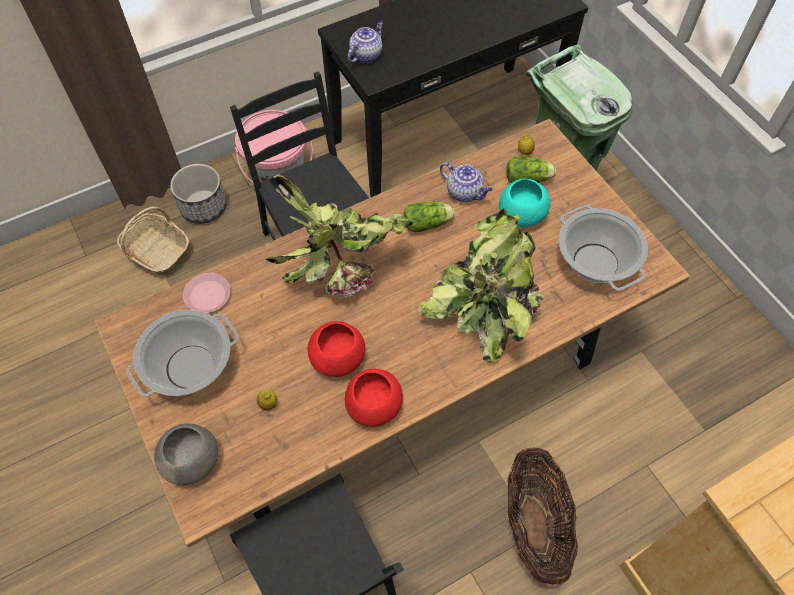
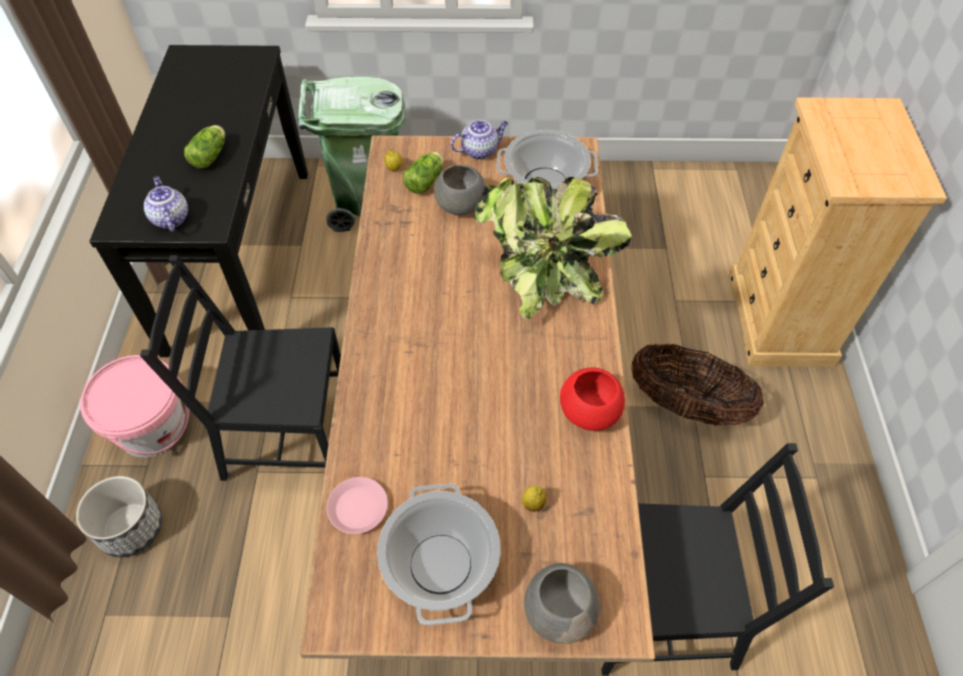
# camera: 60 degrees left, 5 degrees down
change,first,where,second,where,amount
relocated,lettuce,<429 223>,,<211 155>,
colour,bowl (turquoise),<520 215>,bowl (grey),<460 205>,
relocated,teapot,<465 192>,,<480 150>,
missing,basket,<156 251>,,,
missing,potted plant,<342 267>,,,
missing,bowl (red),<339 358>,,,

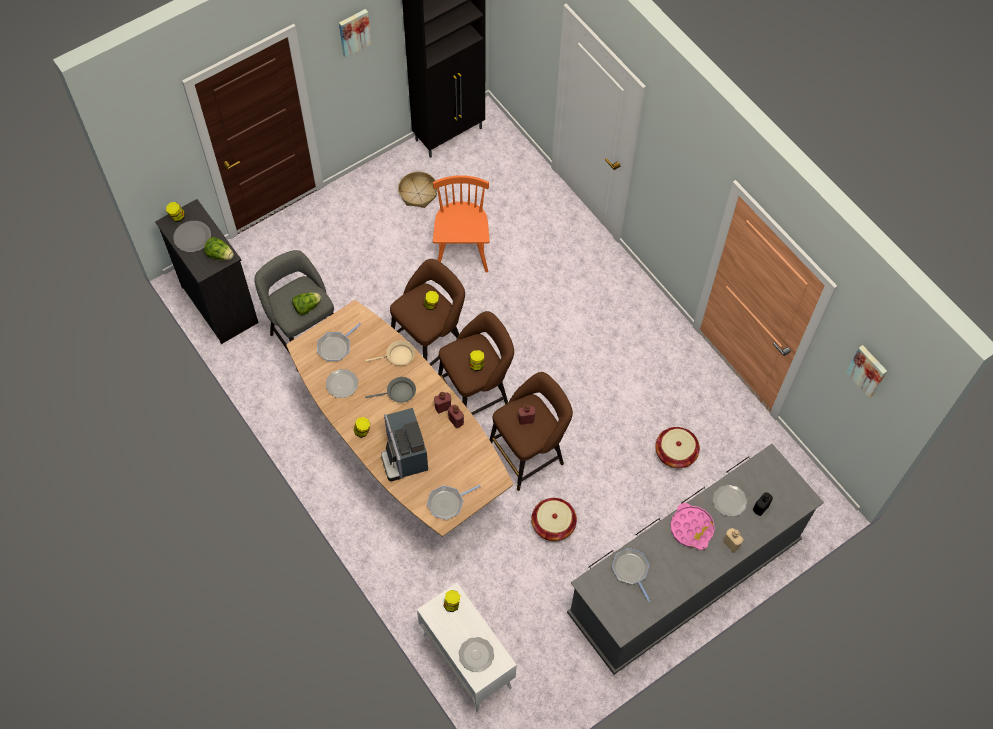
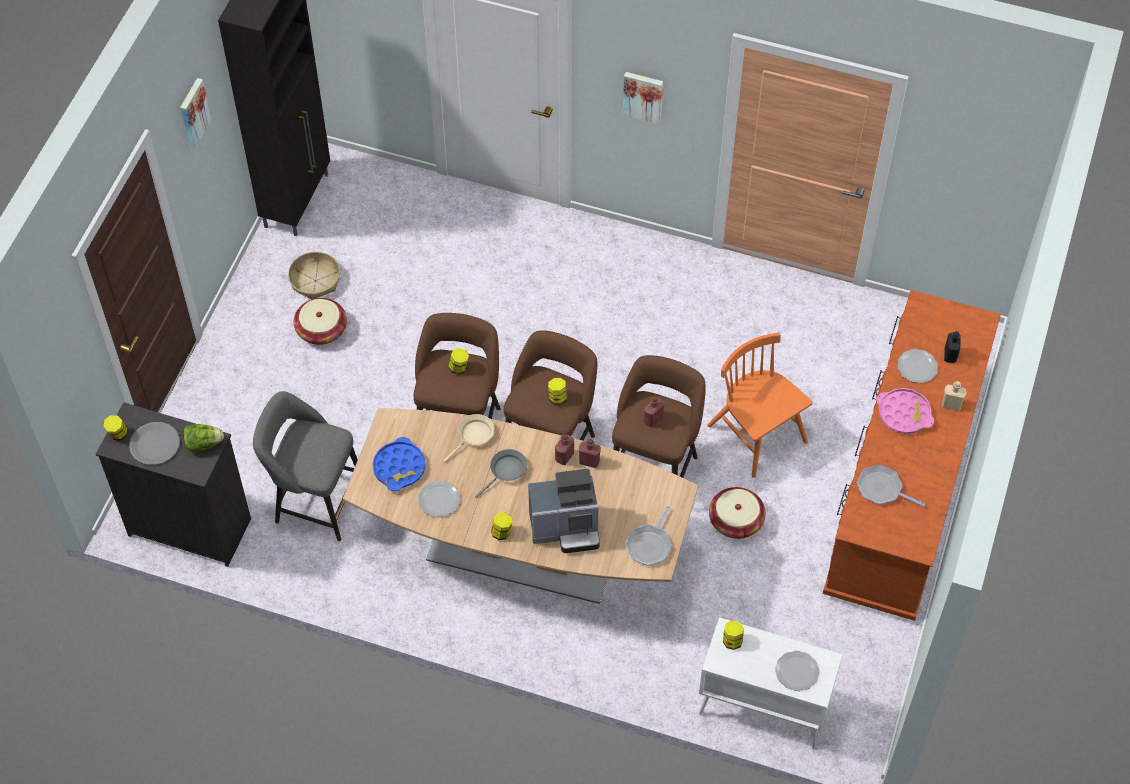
# camera: 35 degrees left, 5 degrees down
change,first,where,second,where,amount
relocated,basket,<675 453>,,<321 330>,
exchanged,frying pan,<335 347>,tray (blue),<399 467>,
spun,coffee machine,<404 456>,,<566 528>,45 degrees counterclockwise
relocated,picture,<868 370>,,<643 96>,
relocated,chair (orange),<462 249>,,<757 434>,
colour,dresser (grey),<684 578>,dresser (brown),<901 489>,
missing,lettuce,<307 307>,,,

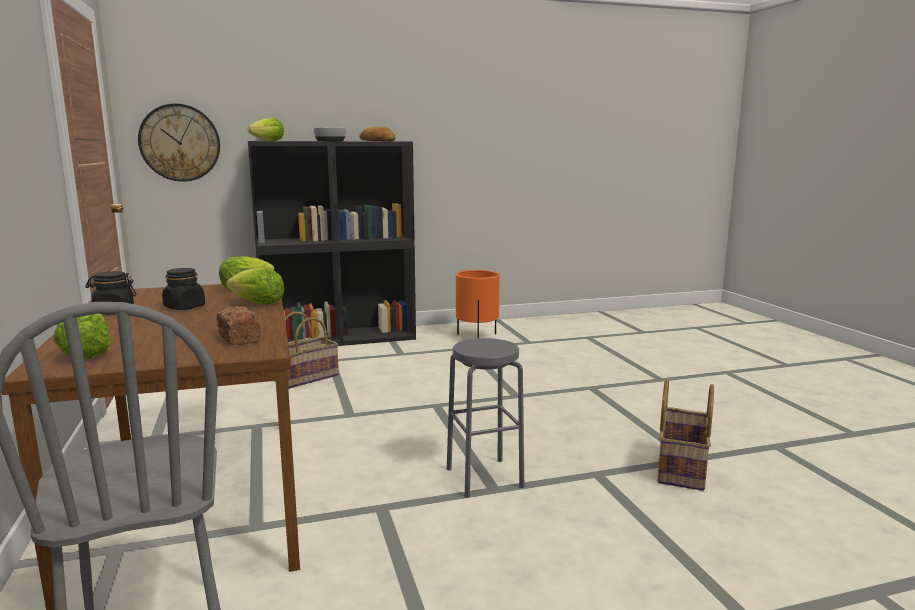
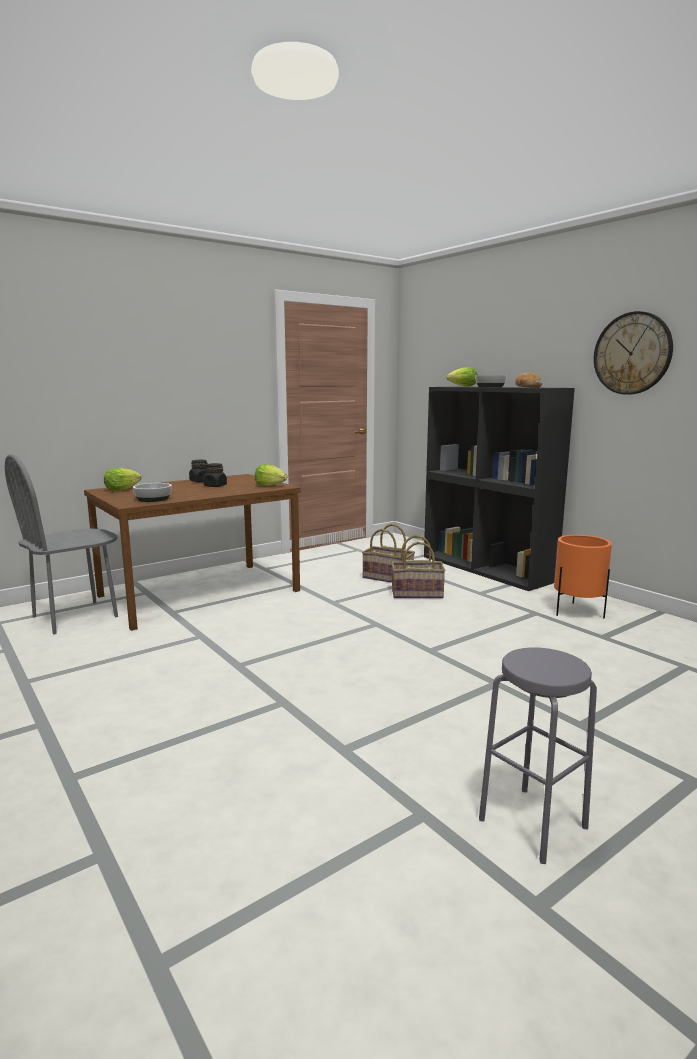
# camera: 70 degrees right, 0 degrees up
change,first,where,second,where,amount
exchanged,bread,<239 337>,bowl,<153 499>,
relocated,basket,<680 468>,,<417 593>,
relocated,stool (grey),<484 477>,,<532 823>,
relocated,wall clock,<180 143>,,<632 353>,
missing,lettuce,<258 303>,,,

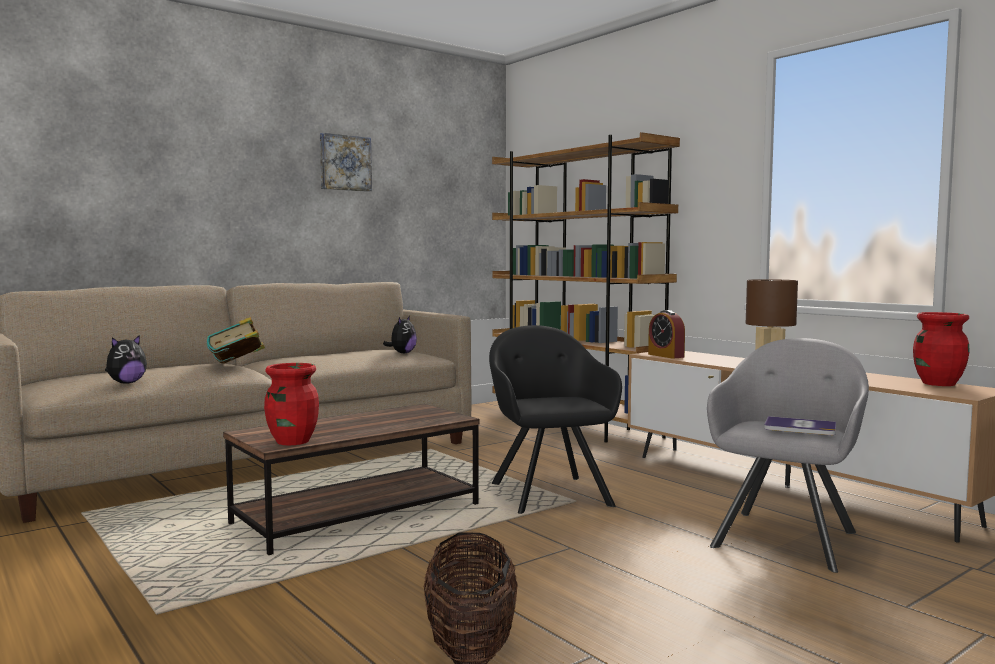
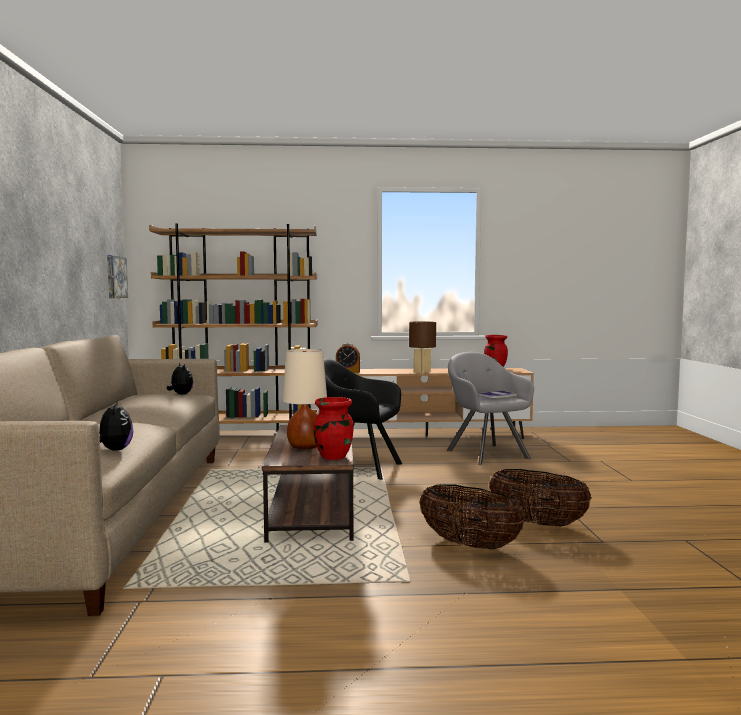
# camera: 55 degrees left, 0 degrees up
change,first,where,second,where,amount
relocated,picture,<344 163>,,<115 277>,
appeared,,,table lamp (beige),<305 447>,
appeared,,,basket,<469 545>,
missing,book,<237 365>,,,

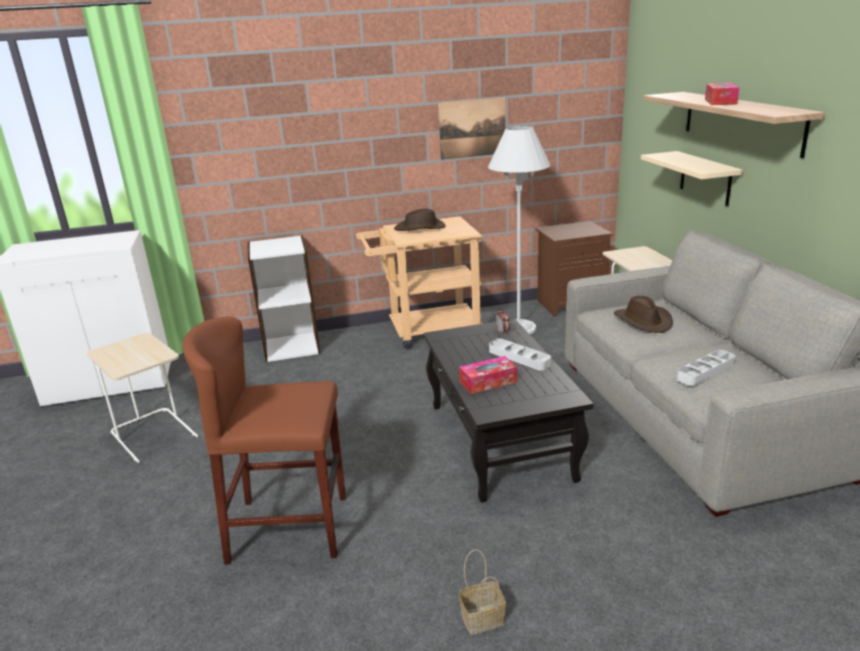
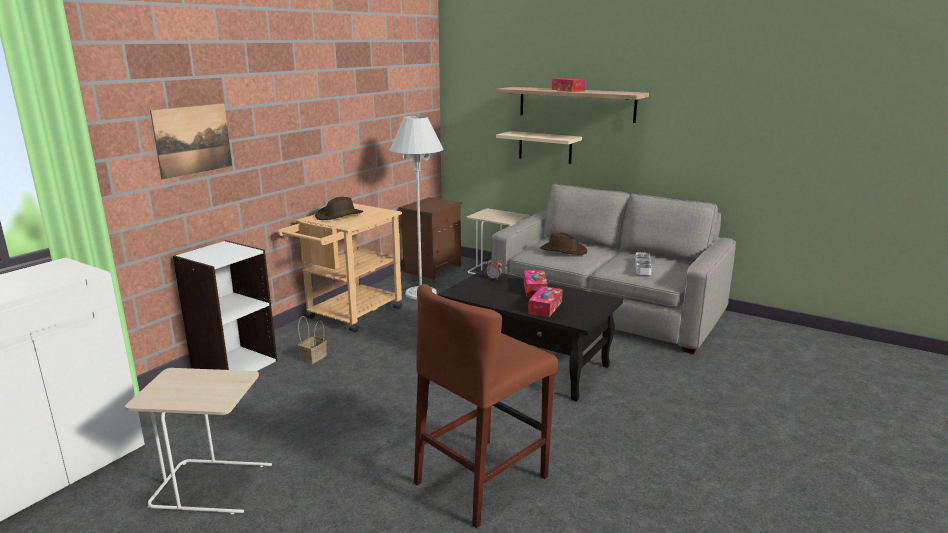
# camera: 45 degrees left, 5 degrees down
change,first,where,second,where,amount
relocated,picture,<472 128>,,<193 140>,
relocated,basket,<481 620>,,<313 358>,
exchanged,tray (grey),<519 357>,tissue box,<535 289>,

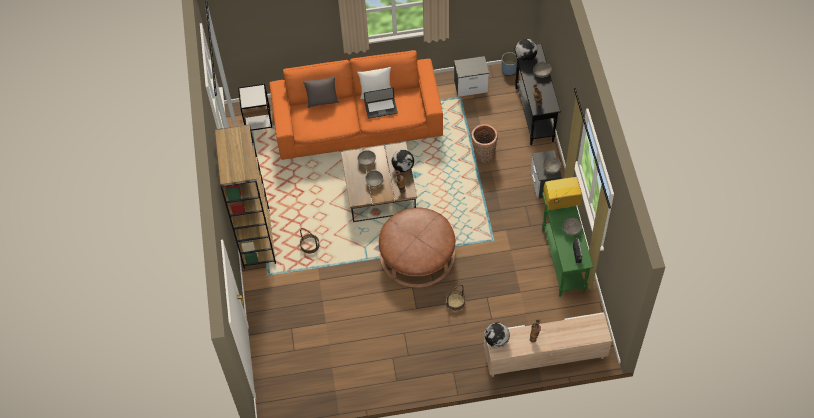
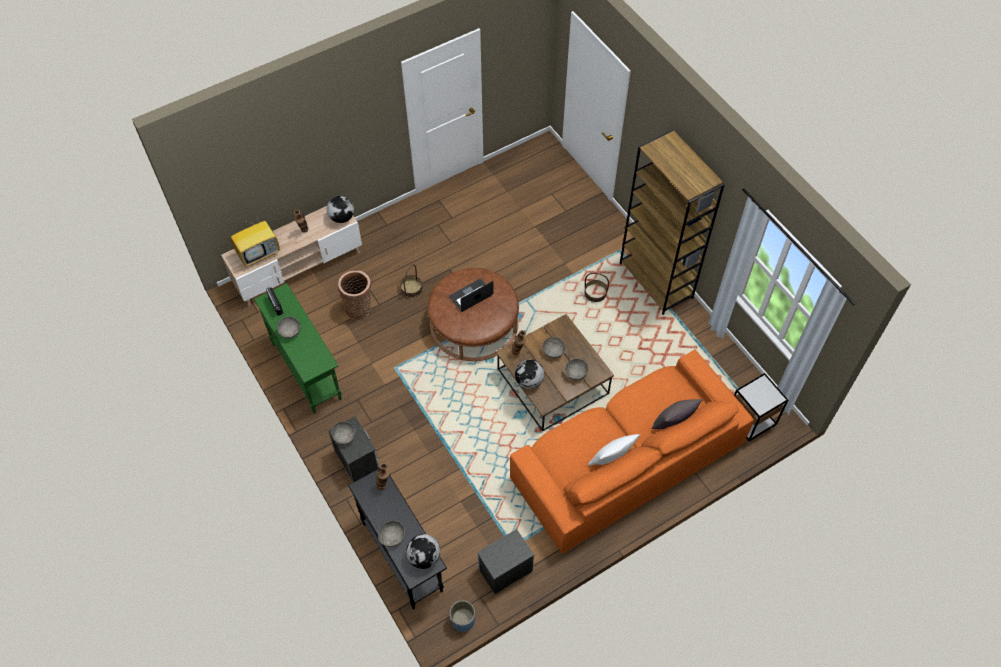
# camera: 155 degrees right, 0 degrees up
change,first,where,second,where,amount
relocated,television,<560 202>,,<259 253>,
relocated,basket,<483 155>,,<359 308>,
relocated,laptop,<381 109>,,<471 296>,

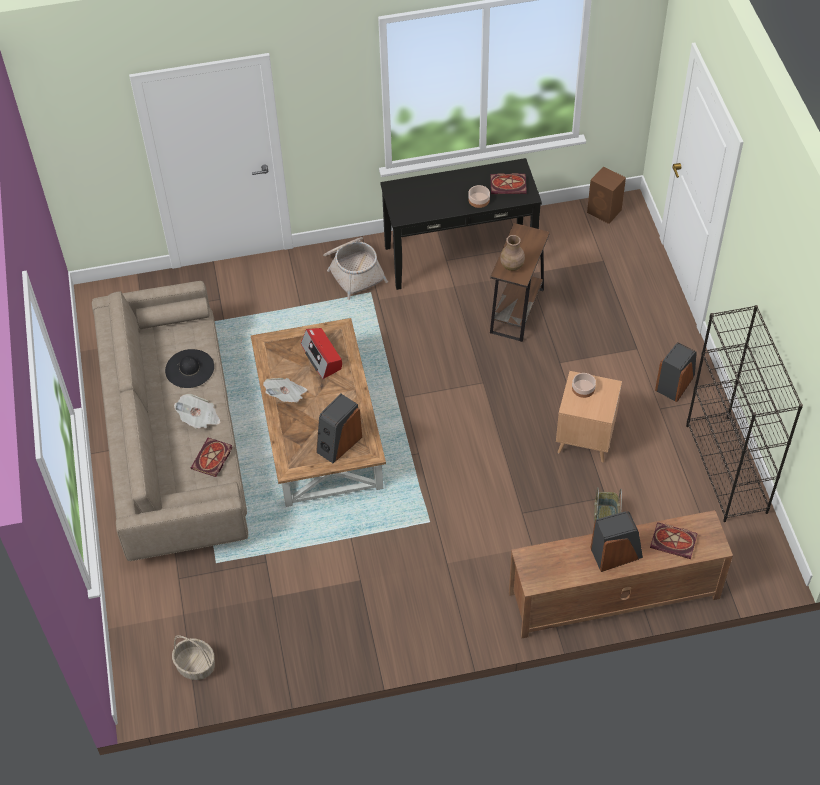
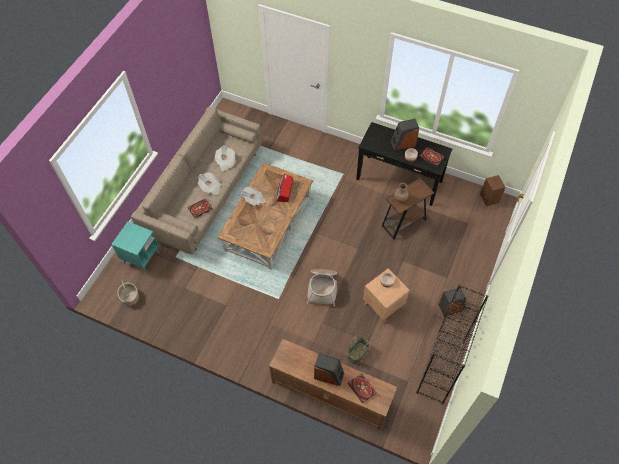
# camera: 35 degrees right, 5 degrees up
change,first,where,second,where,amount
appeared,,,side table (turquoise),<141 258>,
exchanged,hat (black),<189 368>,newspaper,<225 162>,
relocated,basket,<353 271>,,<322 288>,
relocated,speaker,<339 443>,,<403 144>,

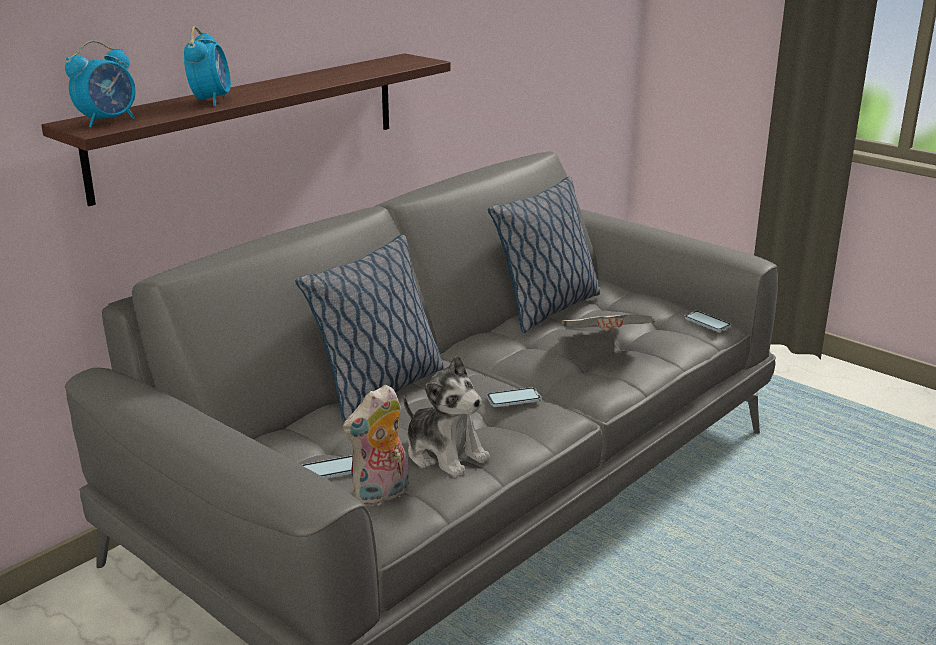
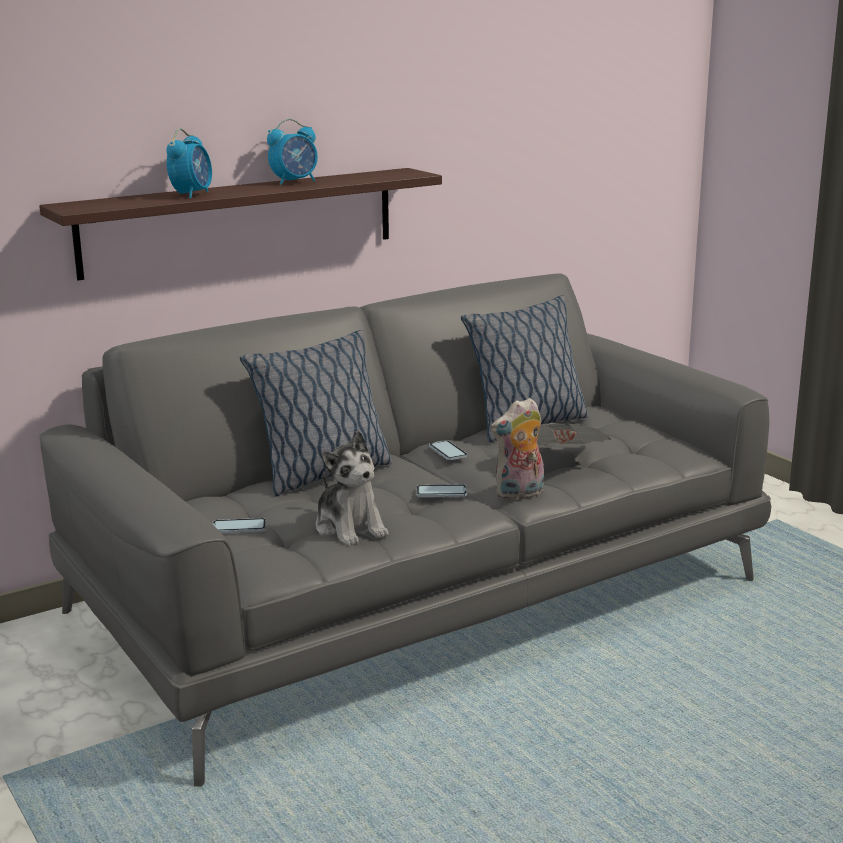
# camera: 15 degrees right, 5 degrees down
change,first,where,second,where,amount
relocated,alarm clock,<108 121>,,<295 182>,
relocated,phone,<707 323>,,<448 452>,
relocated,plush toy,<381 495>,,<519 495>,

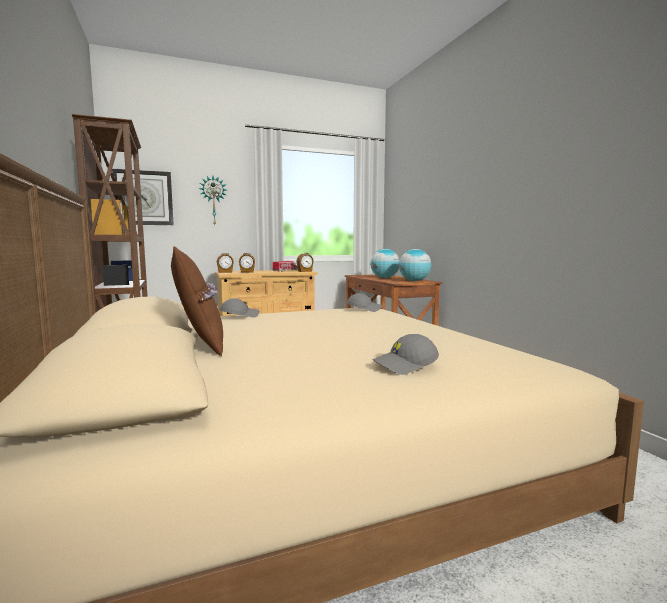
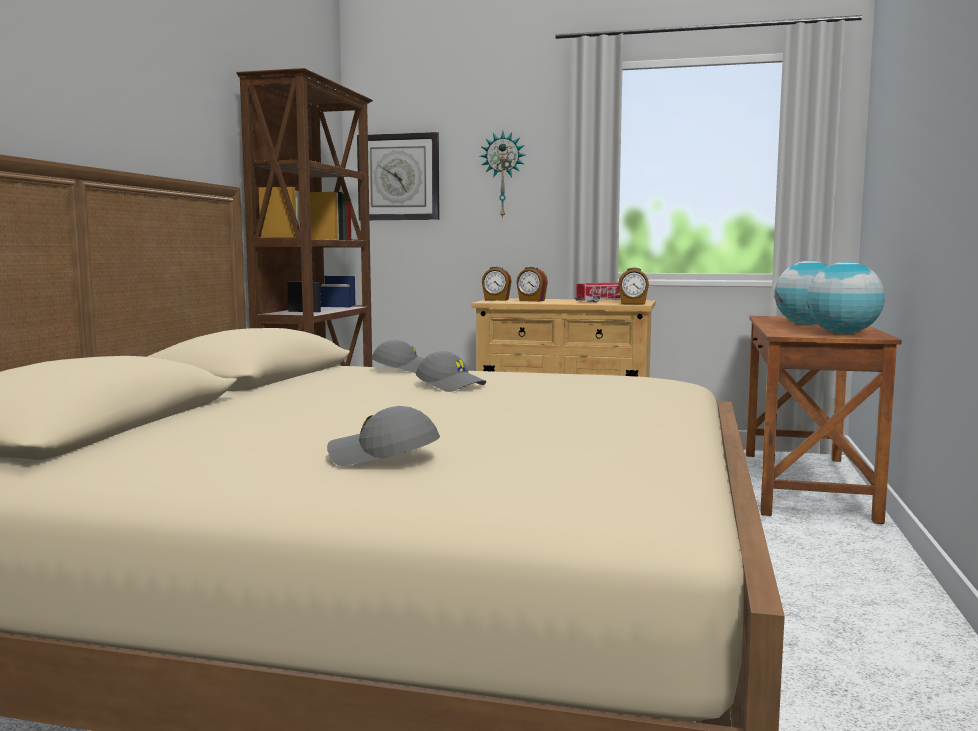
# camera: 35 degrees right, 0 degrees up
change,first,where,second,where,amount
relocated,cap (grey),<364 309>,,<451 386>,
missing,pillow (brown),<198 345>,,,

